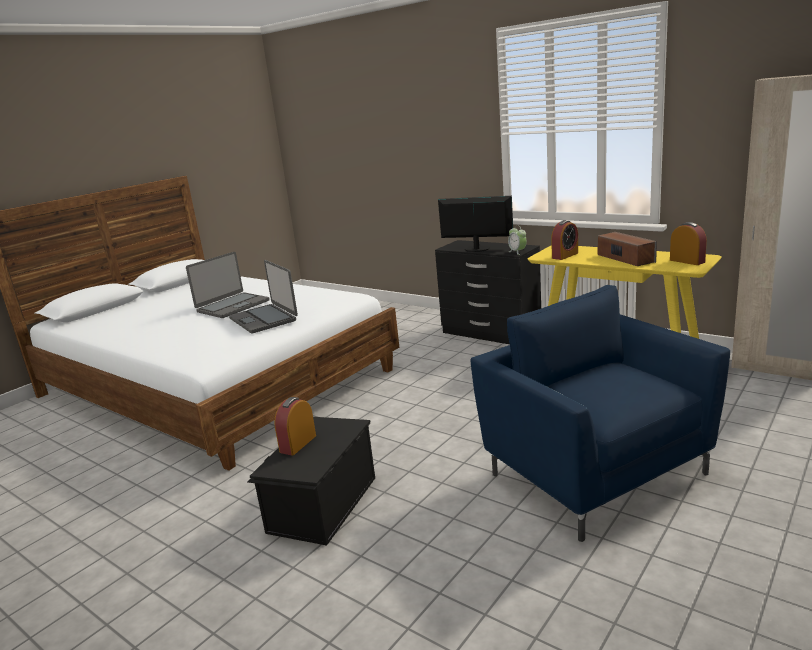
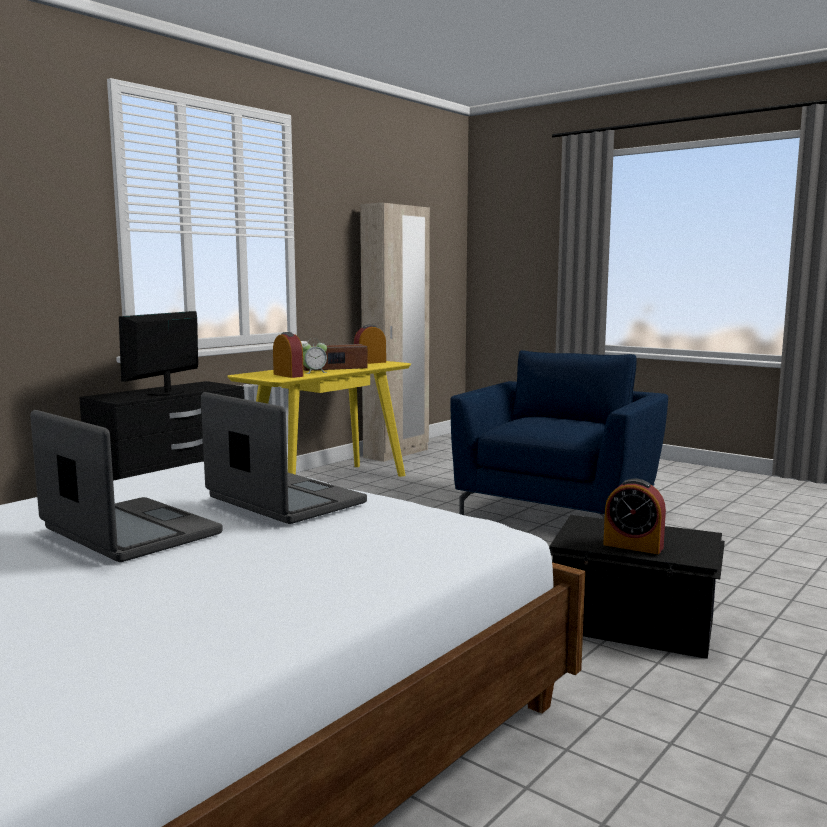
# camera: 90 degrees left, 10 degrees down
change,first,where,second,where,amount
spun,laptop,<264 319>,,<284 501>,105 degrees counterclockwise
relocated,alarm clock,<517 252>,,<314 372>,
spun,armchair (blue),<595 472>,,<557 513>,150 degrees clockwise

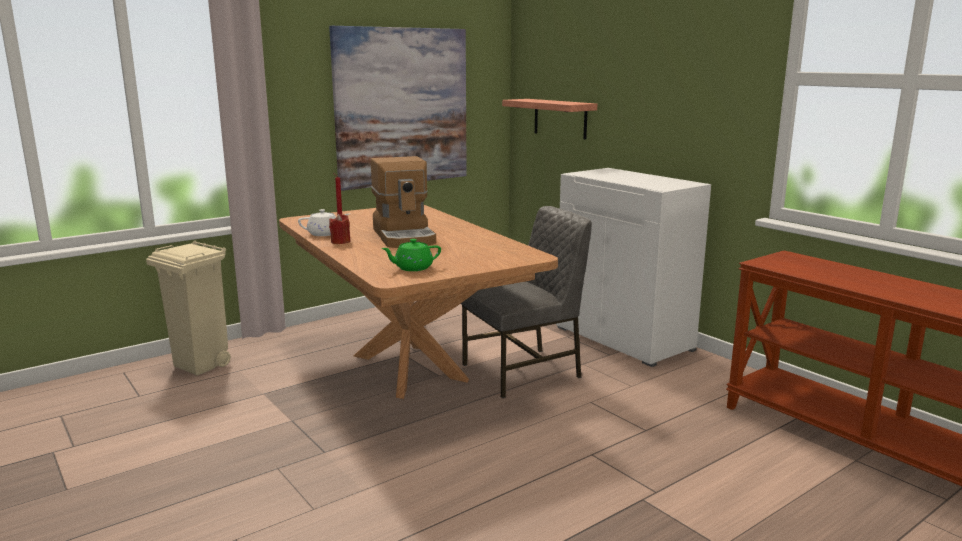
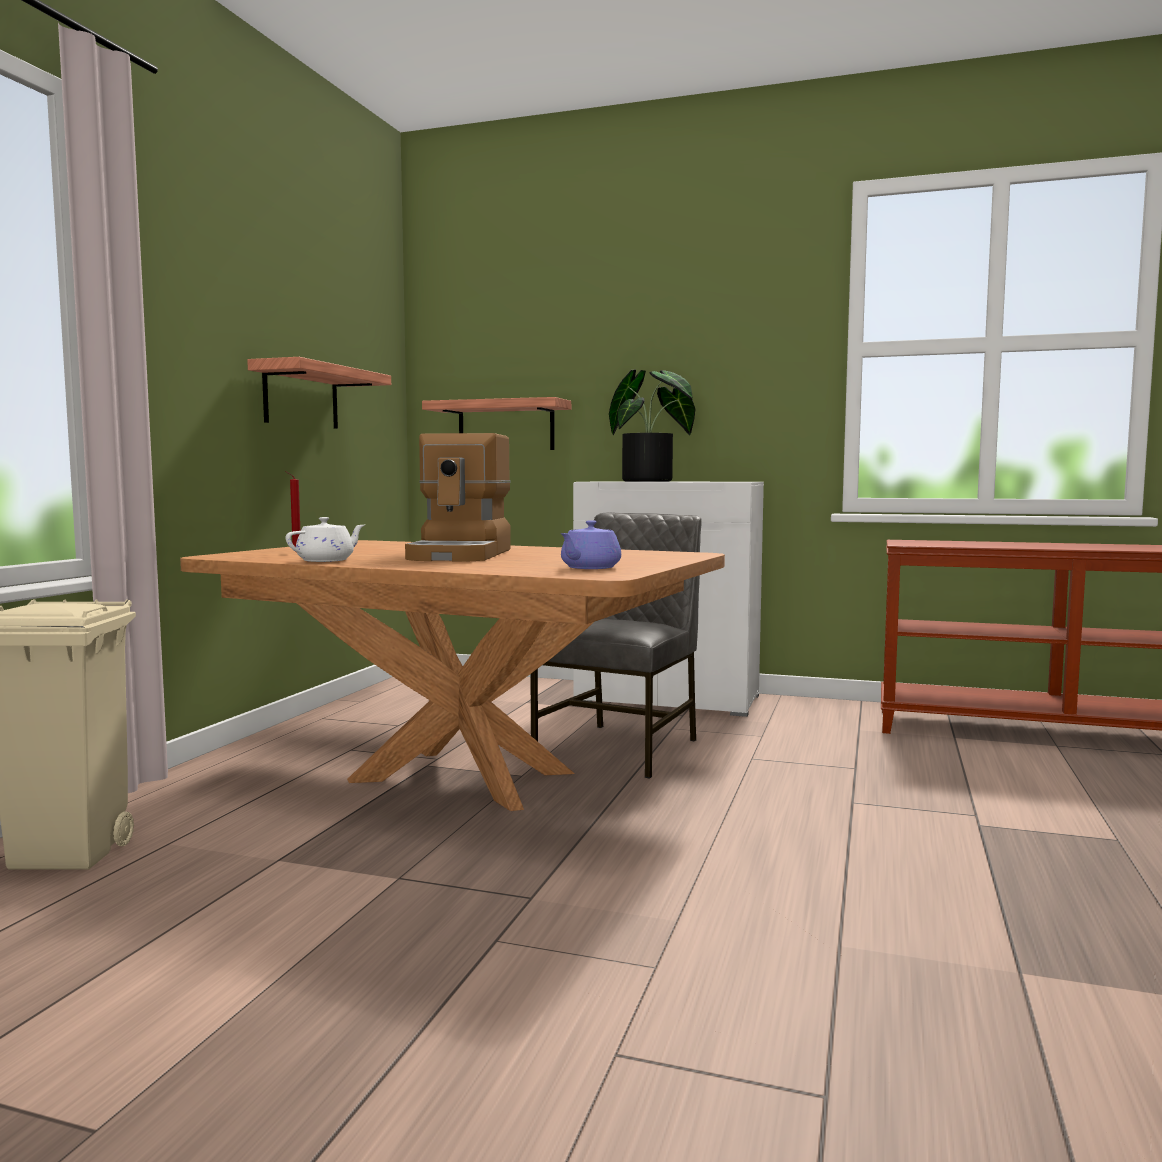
# camera: 35 degrees left, 10 degrees down
change,first,where,second,where,amount
exchanged,picture,<402 107>,shelf,<301 397>,
spun,coffee machine,<405 236>,,<462 555>,60 degrees clockwise
colour,teapot (green),<412 268>,teapot (purple),<589 568>,
appeared,,,potted plant,<653 481>,
missing,candle (red),<340 242>,,,

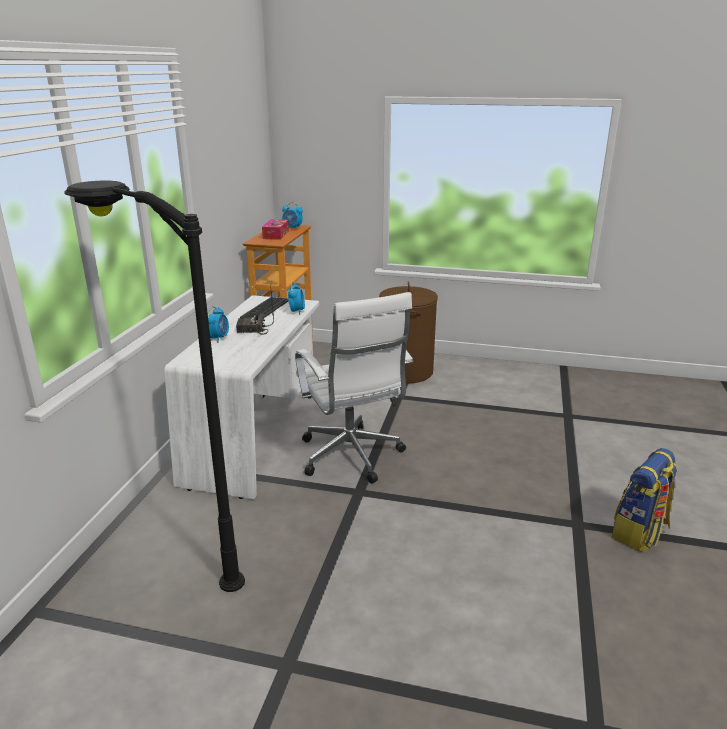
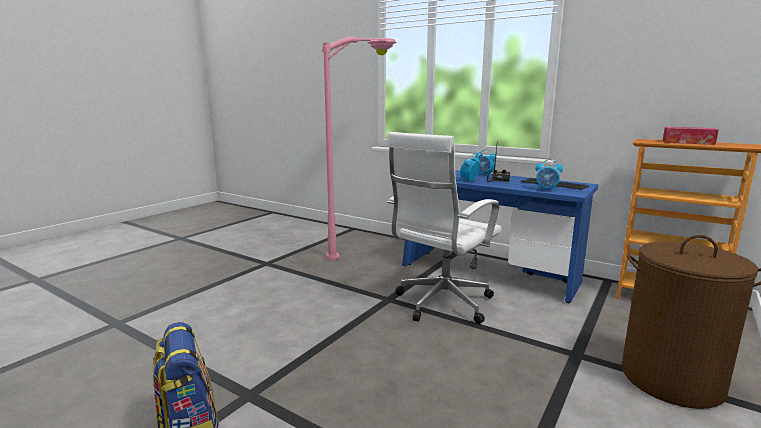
# camera: 110 degrees right, 10 degrees down
change,first,where,second,where,amount
colour,floor lamp (black),<177 553>,floor lamp (pink),<368 249>,
spun,office chair (white),<352 457>,,<441 304>,45 degrees counterclockwise
colour,desk (white),<257 437>,desk (blue),<489 274>,
relocated,alarm clock,<292 228>,,<469 181>,

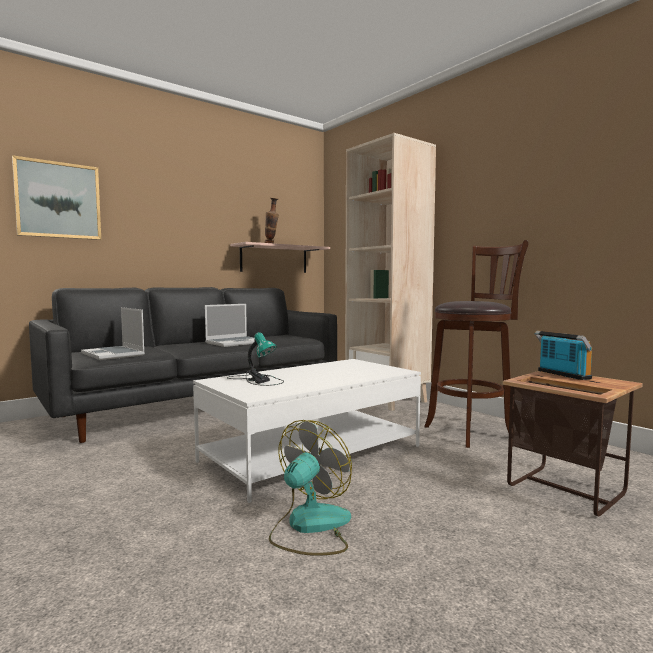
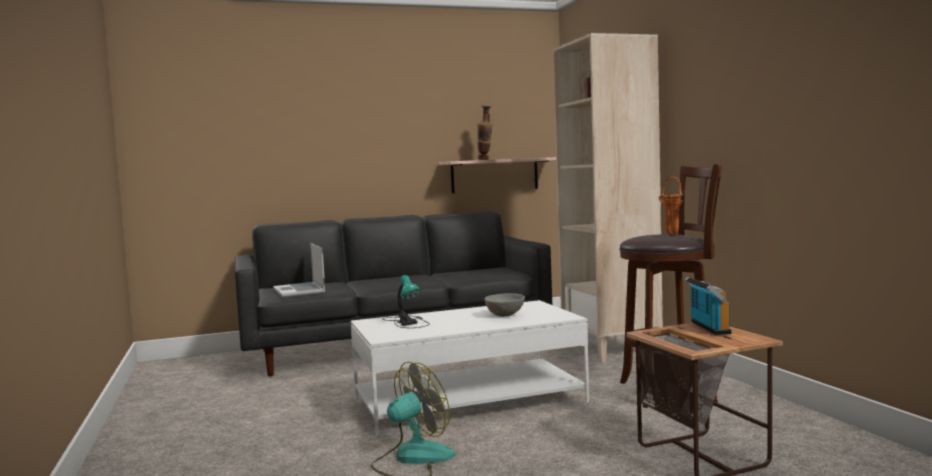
# camera: 20 degrees right, 0 degrees up
change,first,where,second,where,amount
appeared,,,bowl (grey),<505 315>,
appeared,,,vase (orange),<670 235>,
missing,picture,<58 200>,,,
missing,laptop,<235 343>,,,

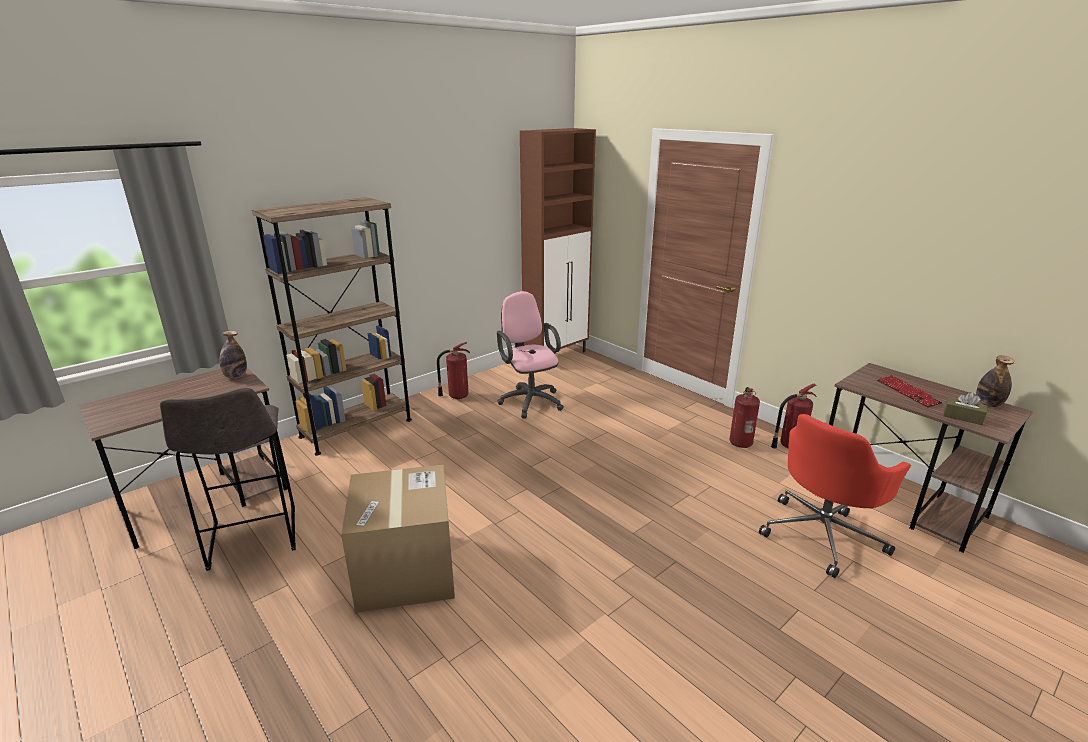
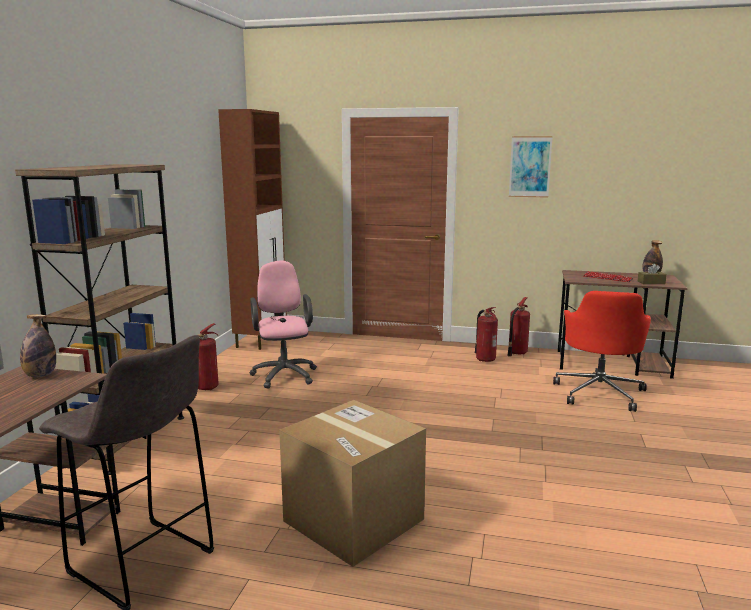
# camera: 35 degrees left, 10 degrees down
change,first,where,second,where,amount
spun,office chair (pink),<529 400>,,<284 374>,45 degrees clockwise
appeared,,,picture,<530 167>,

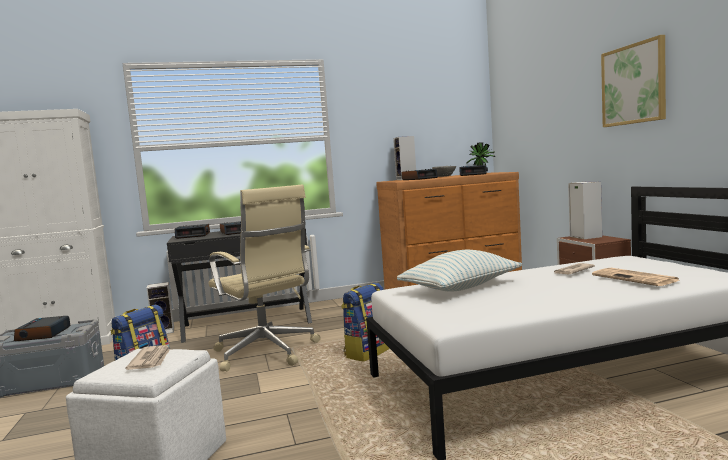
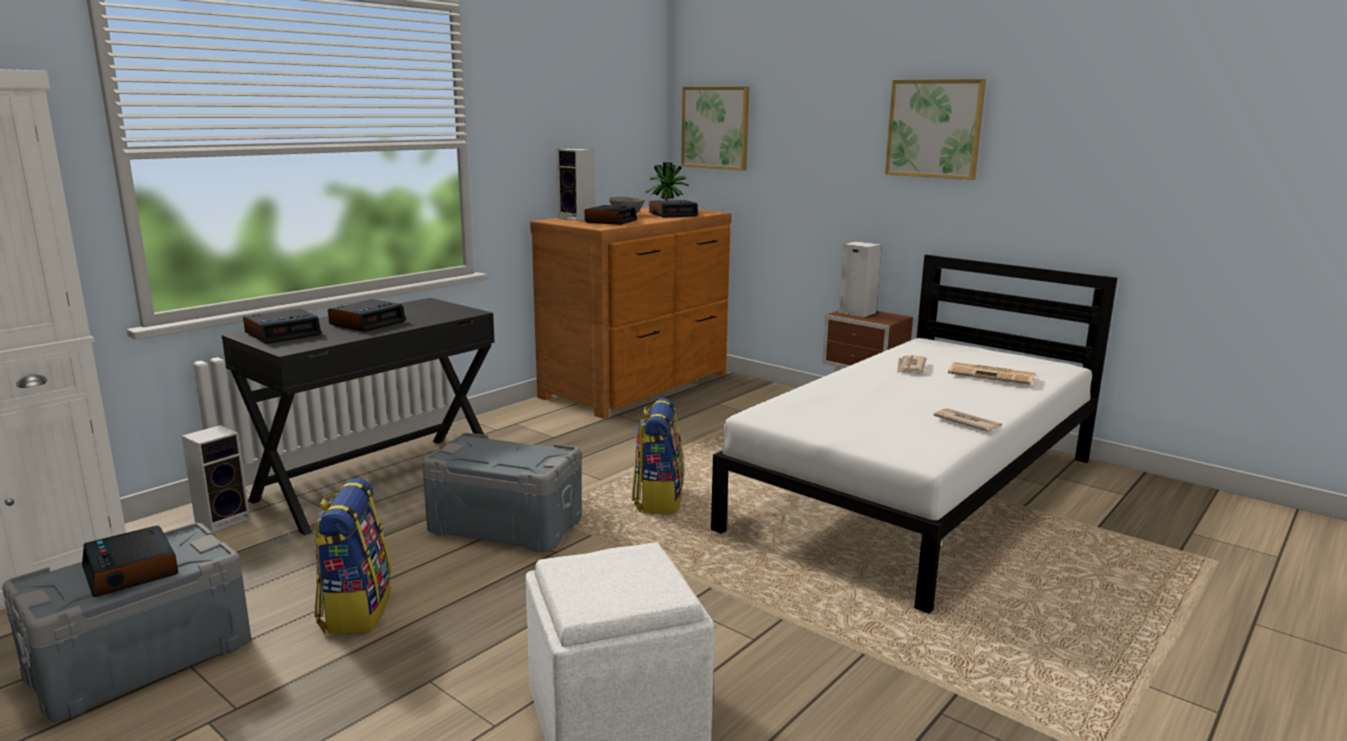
# camera: 35 degrees left, 10 degrees up
change,first,where,second,where,amount
exchanged,office chair (beige),<267 353>,storage box (grey),<505 526>,
appeared,,,picture,<715 127>,
relocated,newspaper,<151 360>,,<967 422>,
missing,pillow,<461 288>,,,

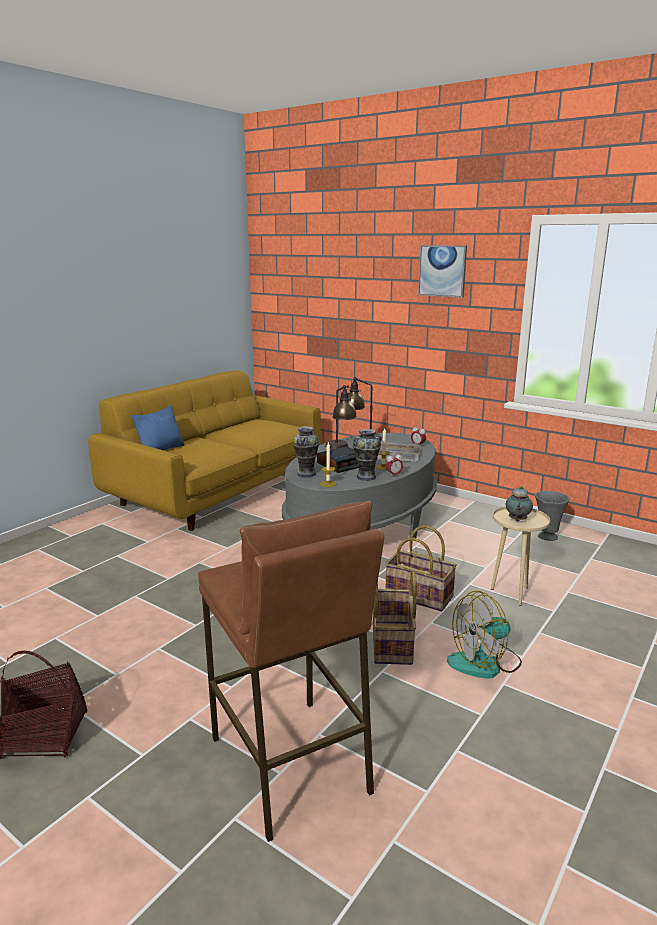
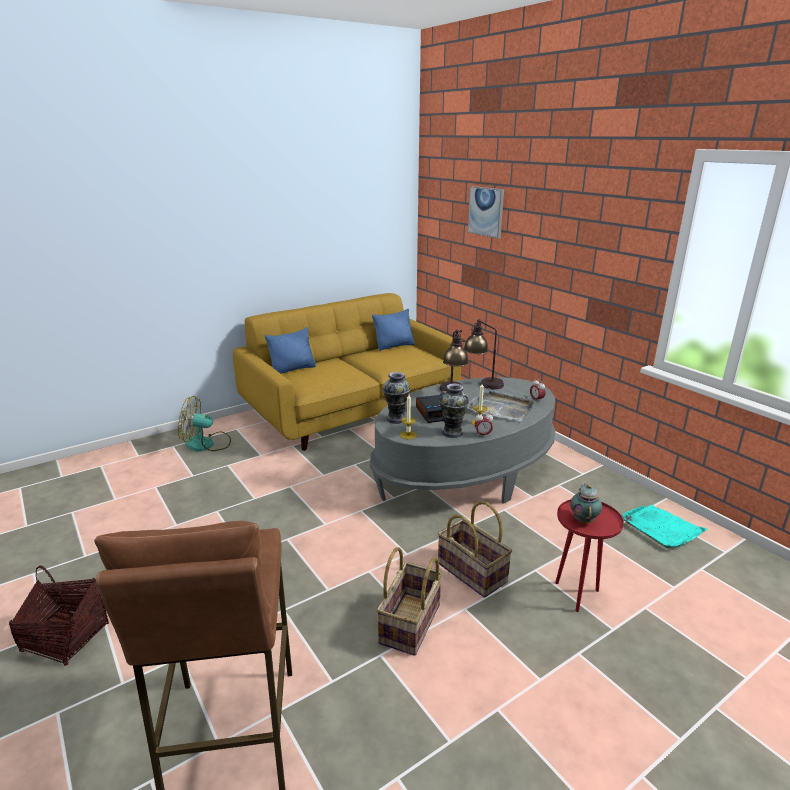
# camera: 20 degrees right, 5 degrees up
change,first,where,second,where,amount
relocated,fan,<485 662>,,<206 444>,
appeared,,,pillow (blue),<394 346>,
relocated,picture,<442 271>,,<486 211>,
colour,side table (beige),<512 593>,side table (red),<577 594>,
spun,teapot,<517 520>,,<583 519>,150 degrees clockwise
exchanged,vase (grey),<546 537>,tray (turquoise),<661 528>,

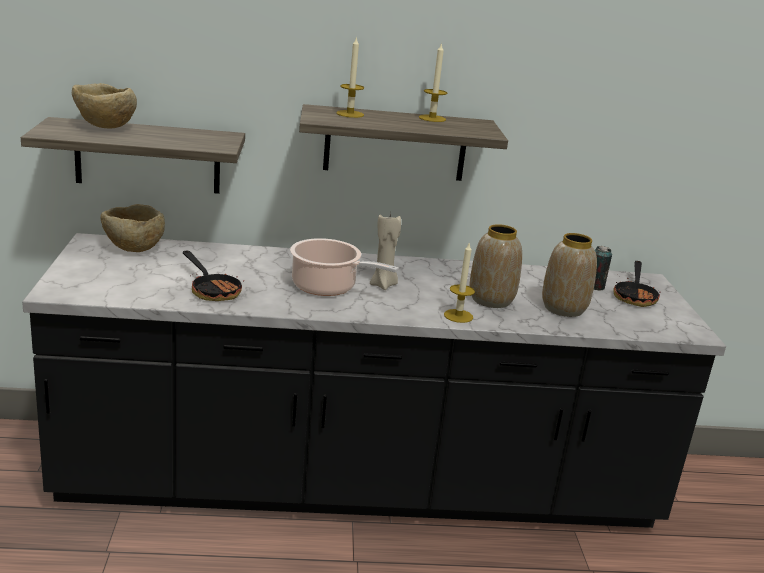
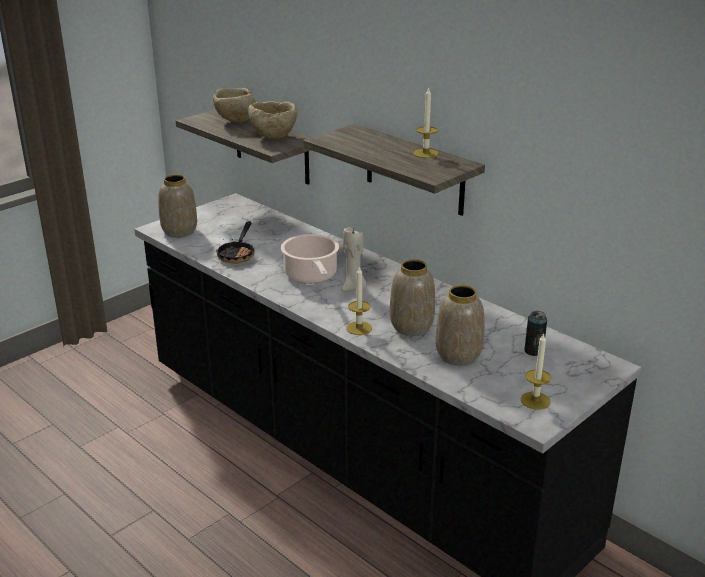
# camera: 50 degrees right, 5 degrees up
change,first,where,second,where,amount
appeared,,,vase,<180 232>,
relocated,bowl (beige),<133 248>,,<273 136>,
relocated,candle,<350 114>,,<535 400>,
missing,frying pan,<635 296>,,,

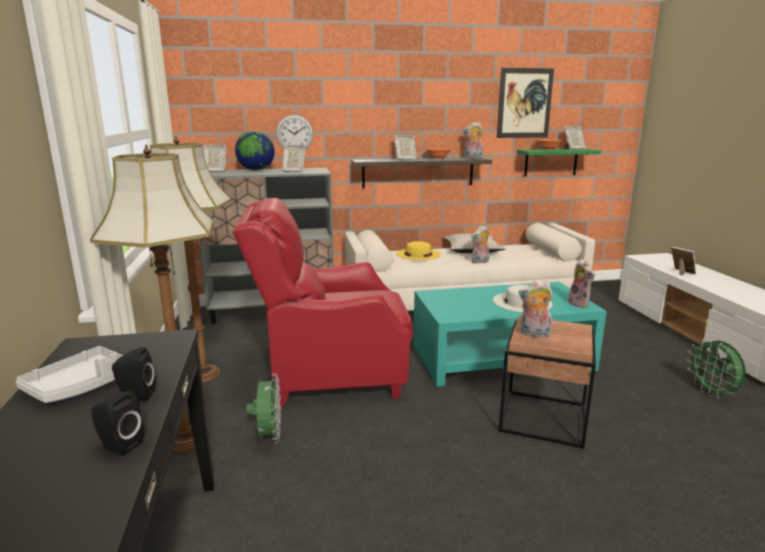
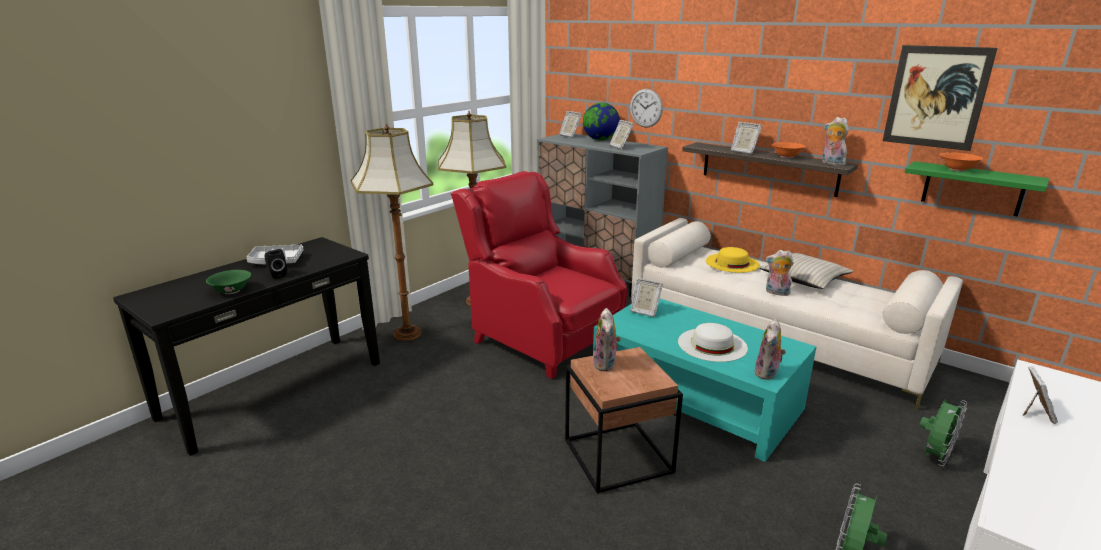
# camera: 50 degrees right, 5 degrees up
change,first,where,second,where,amount
exchanged,speaker (black),<119 445>,bowl (green),<232 291>,
spun,plush toy,<534 334>,,<606 364>,150 degrees counterclockwise
relocated,picture frame,<573 149>,,<644 311>,
relocated,fan (green),<269 437>,,<934 457>,

